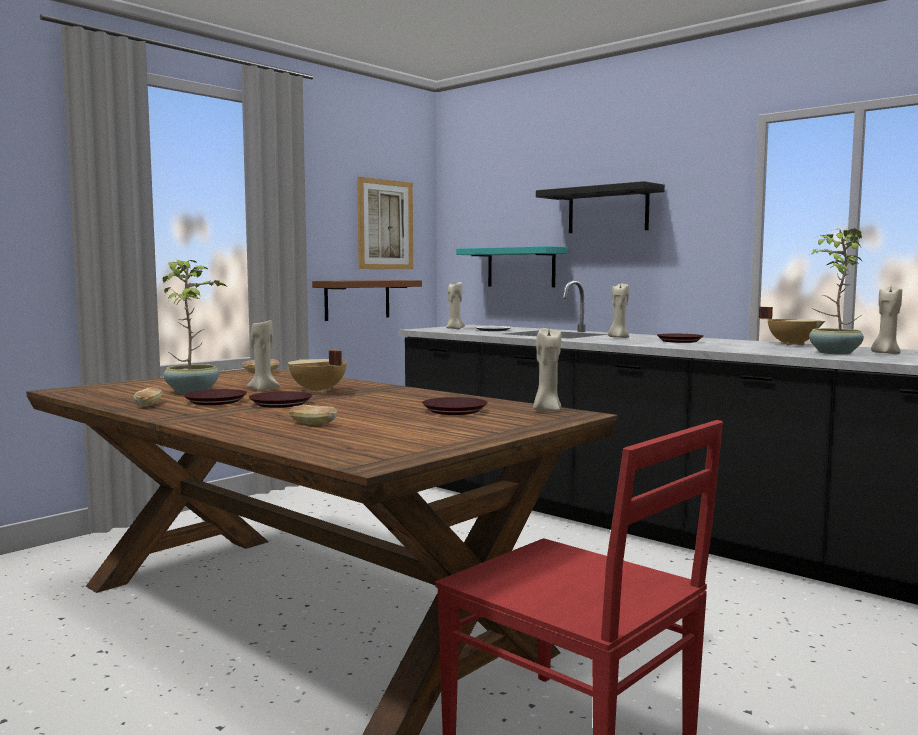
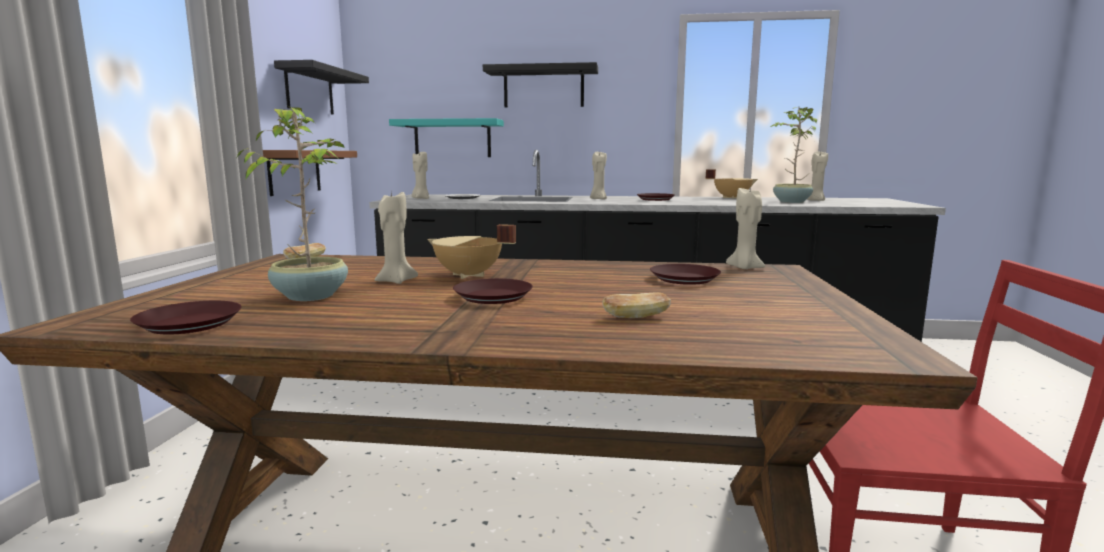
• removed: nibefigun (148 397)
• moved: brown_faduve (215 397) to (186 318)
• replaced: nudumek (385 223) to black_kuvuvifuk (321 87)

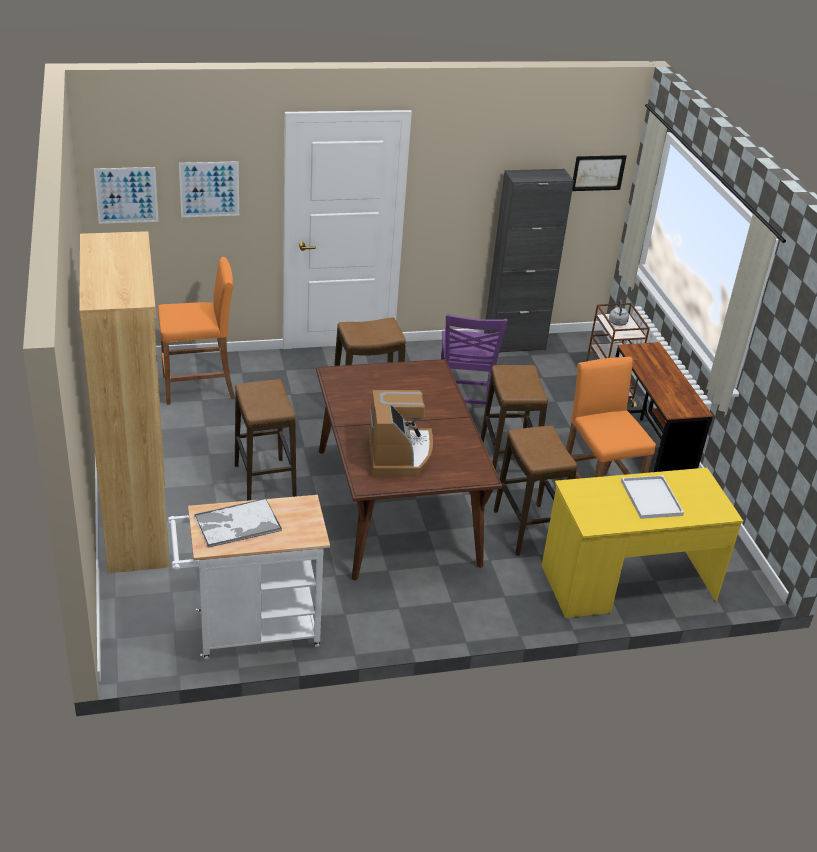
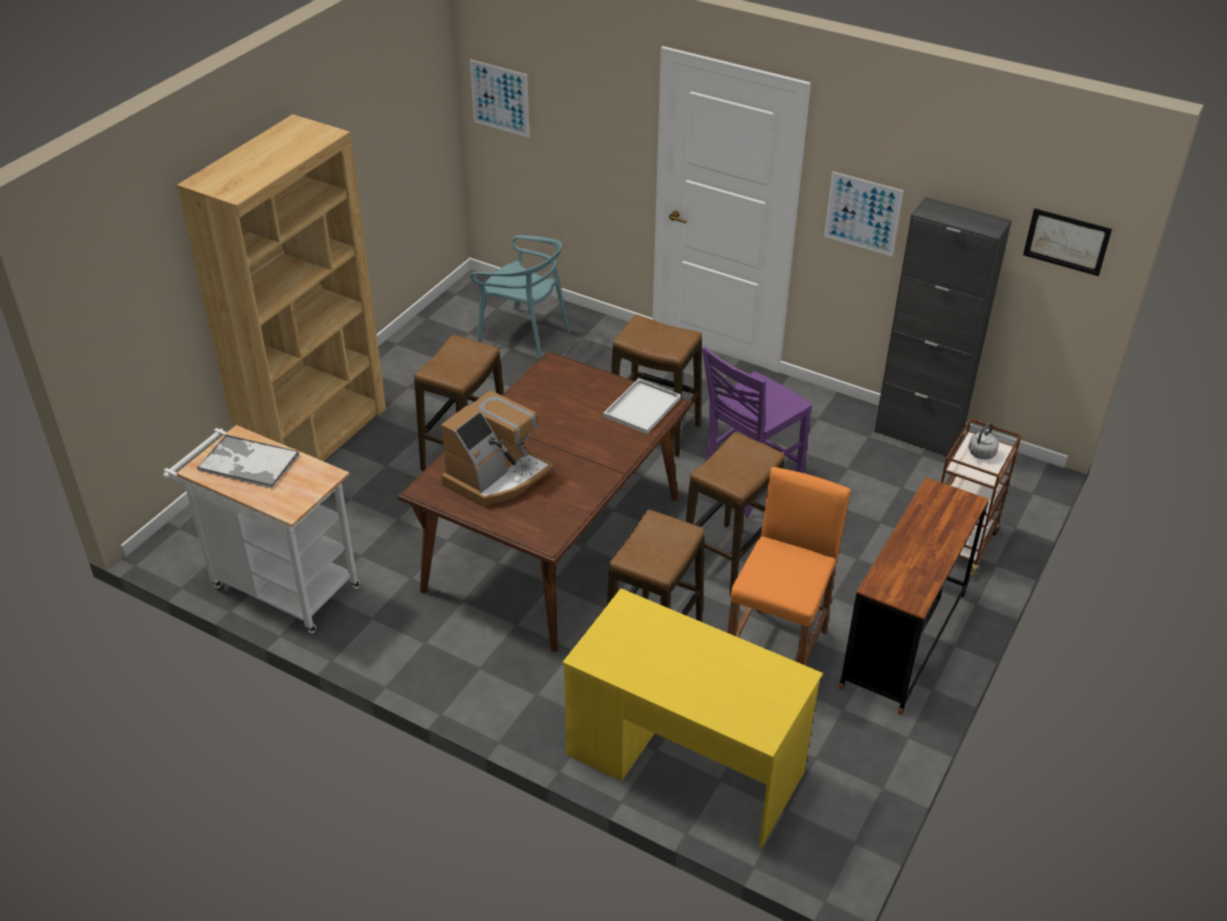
• moved: nudumek (209 189) to (863 213)
• moved: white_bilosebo (652 497) to (642 406)
• replaced: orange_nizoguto (196 331) to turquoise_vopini (520 297)

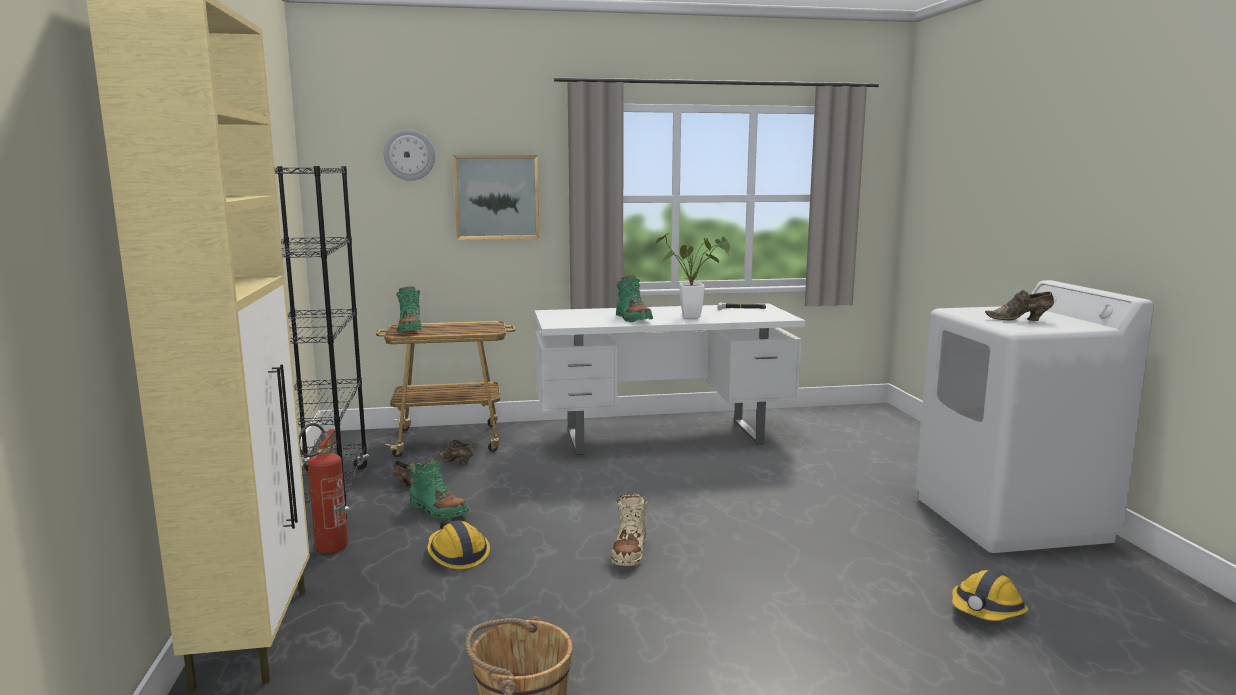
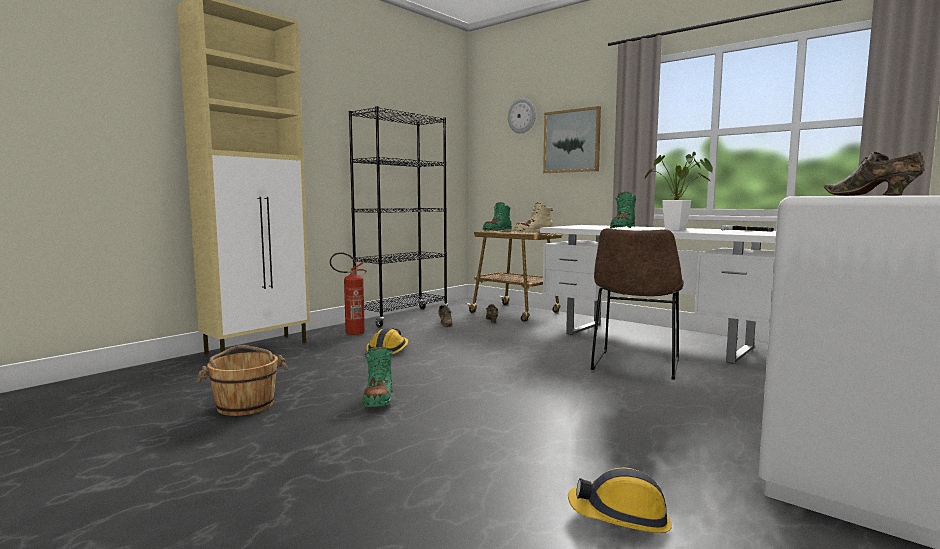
• added: brown_vopini (637 304)
• moved: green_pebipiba (438 489) to (377 377)
• moved: beige_pebipiba (629 529) to (533 217)

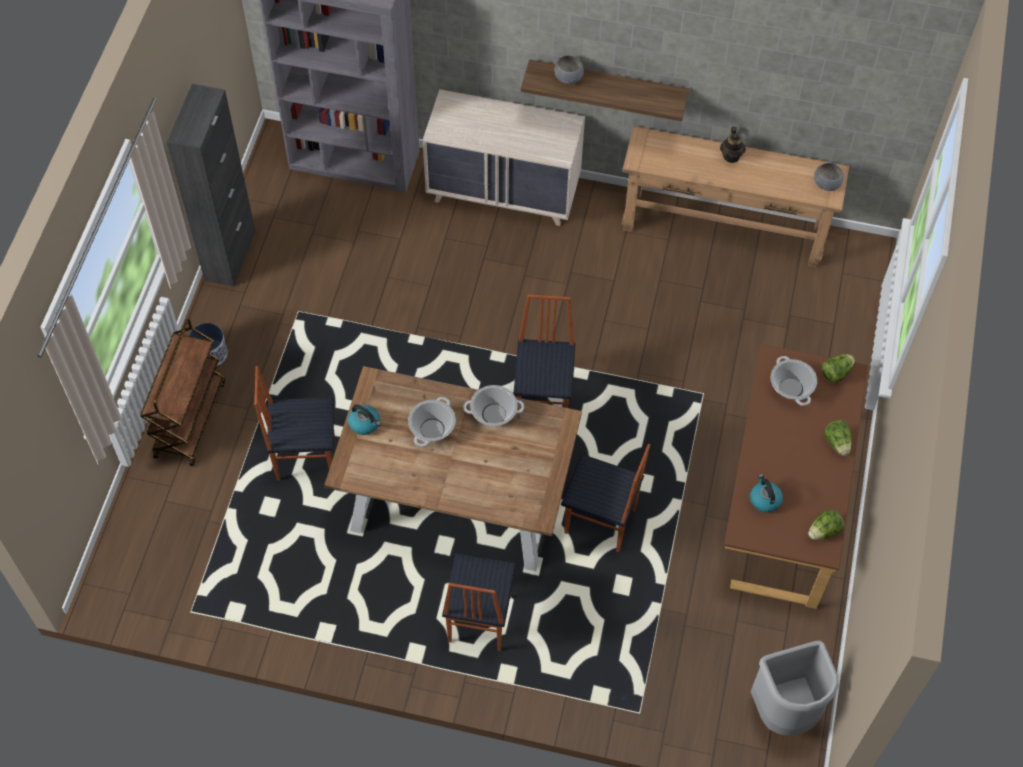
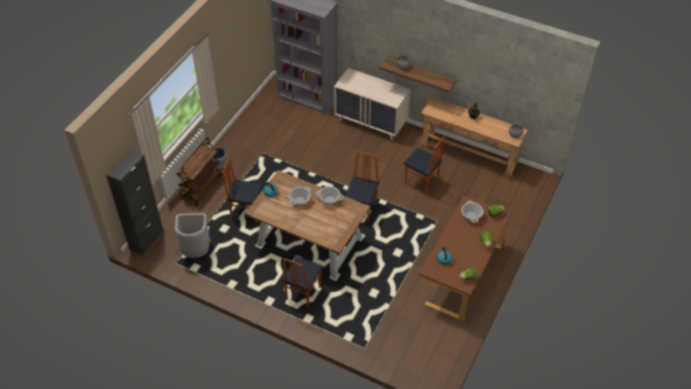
• moved: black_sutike (211 185) to (134 202)
• moved: vopini (605 498) to (423 166)
• moved: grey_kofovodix (795 688) to (192 235)

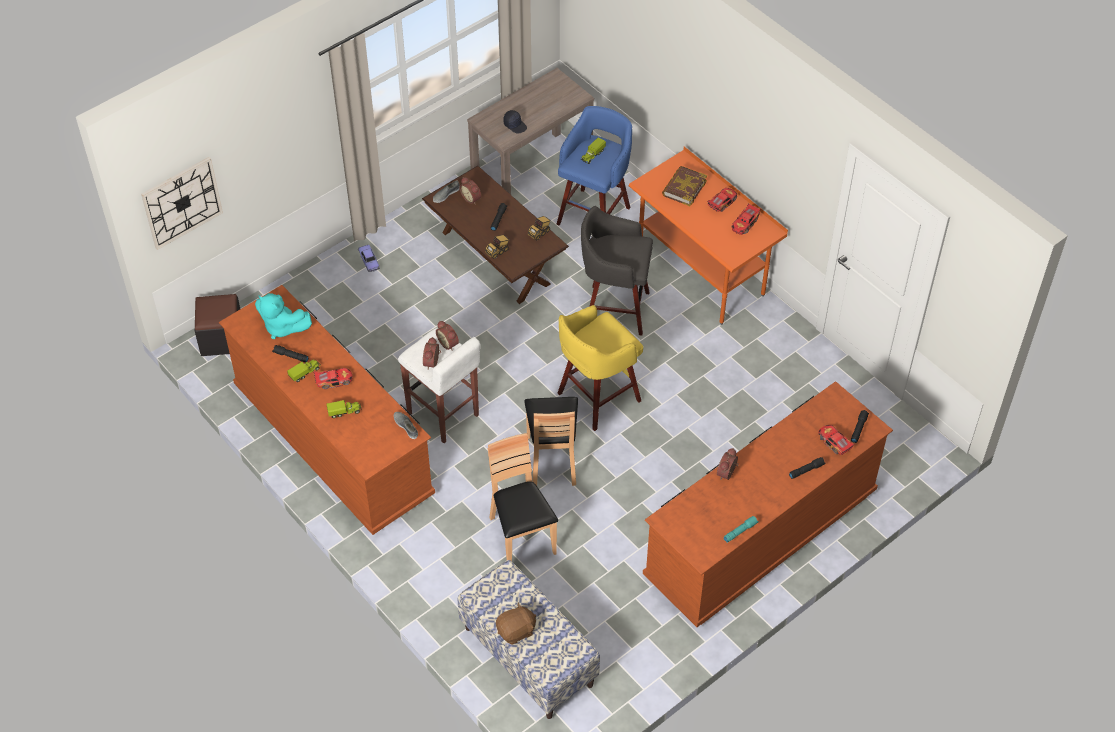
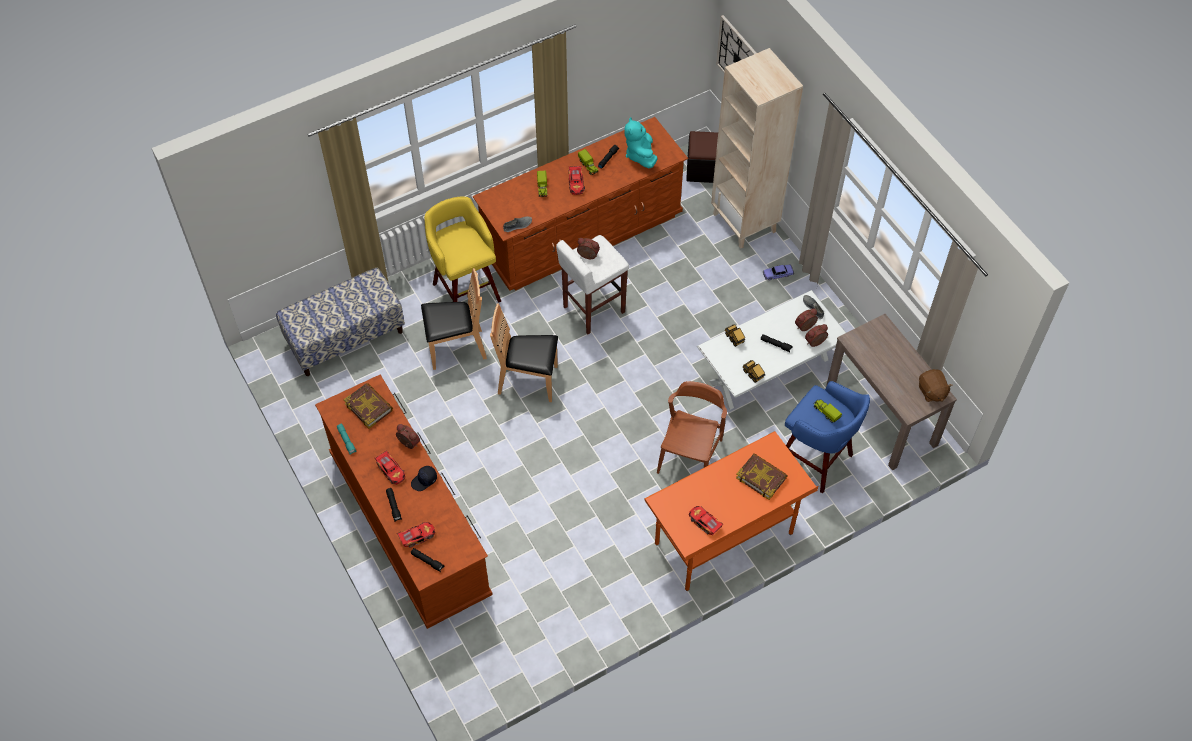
• added: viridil (368 406)
• added: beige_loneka (757 148)
• moved: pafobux (447 336) to (816 335)
• moved: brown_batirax (516 623) to (936 385)
• moved: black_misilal (515 122) to (424 478)
• moved: yellow_nizoguto (600 368) to (462 249)
• moved: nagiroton (722 200) to (389 467)
• replaced: grey_nizoguto (617 271) to brown_vopini (692 427)
• recoloured: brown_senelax (495 235) to white_senelax (771 350)
• turned: turquoise_batirax (283 316) = (640 142) 45 degrees counterclockwise

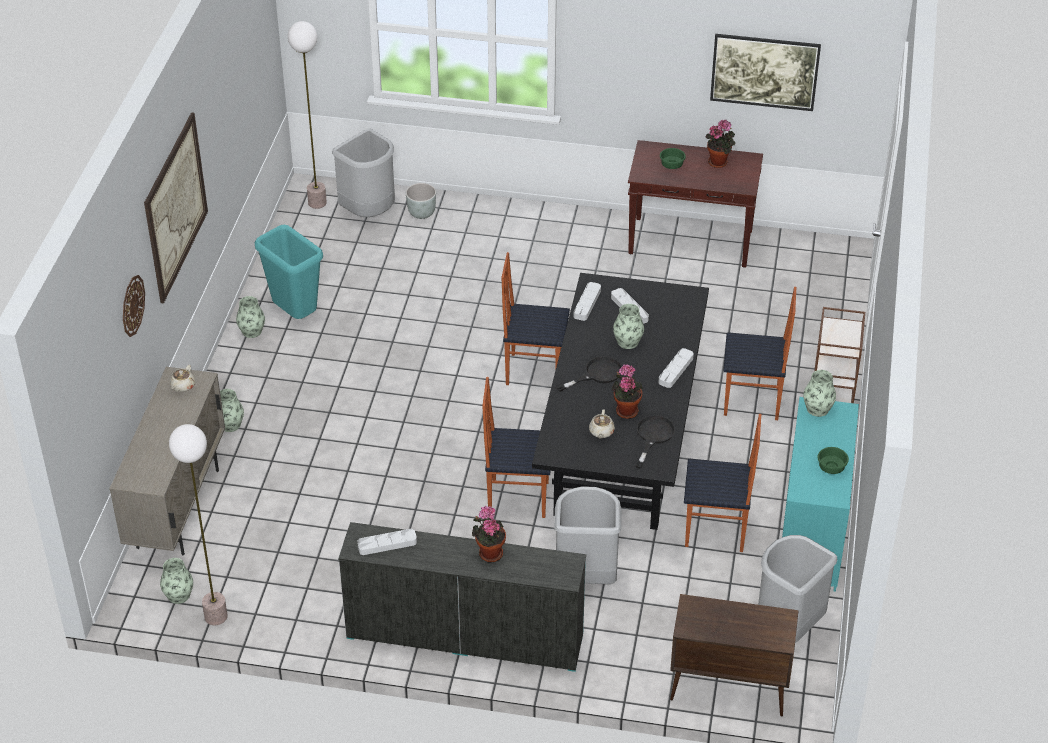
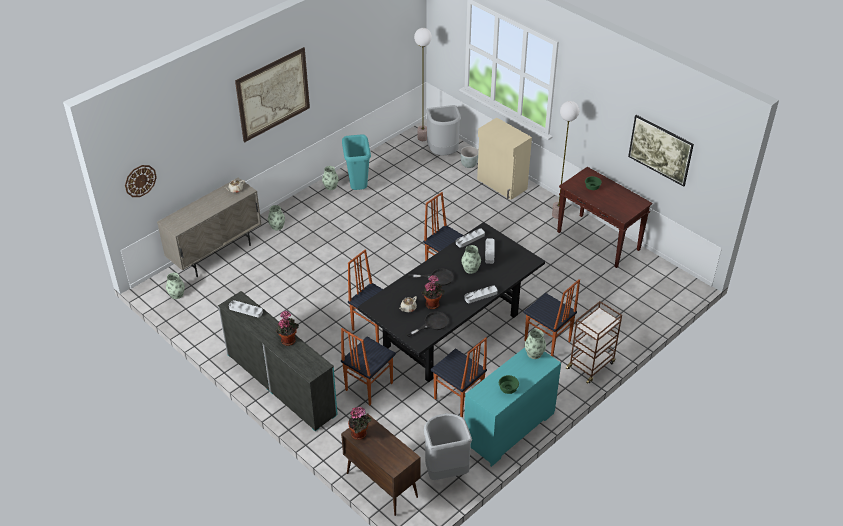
• added: beige_sutike (504 159)
• moved: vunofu (134 306) to (141 181)
• moved: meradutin (198 524) to (565 160)
• moved: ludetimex (720 144) to (359 423)
• replaced: grey_kofovodix (588 535) to vopini (368 366)

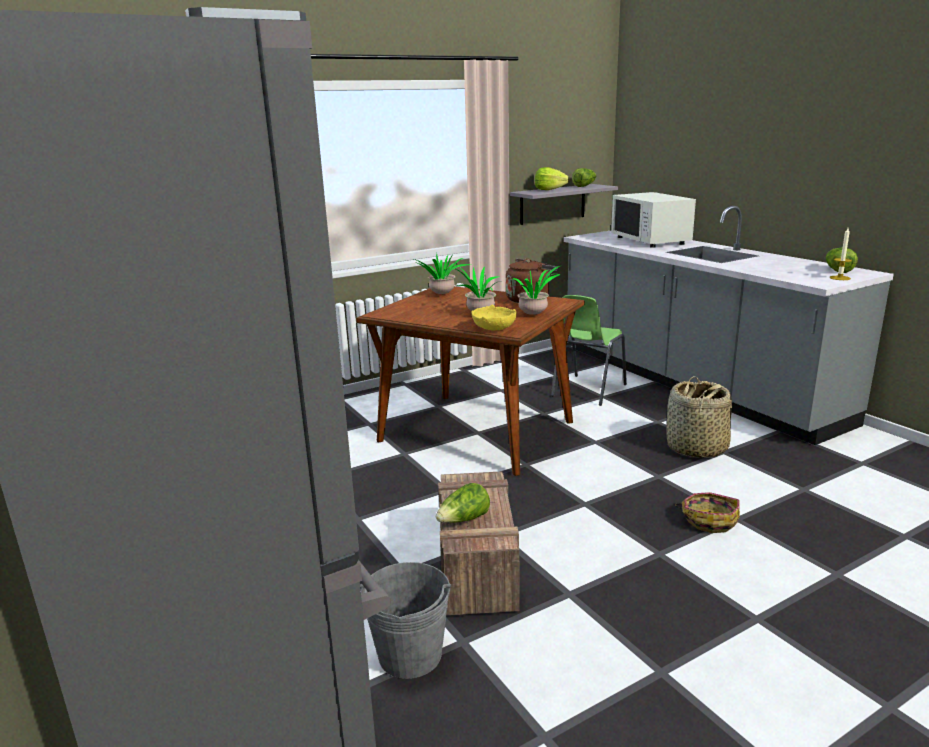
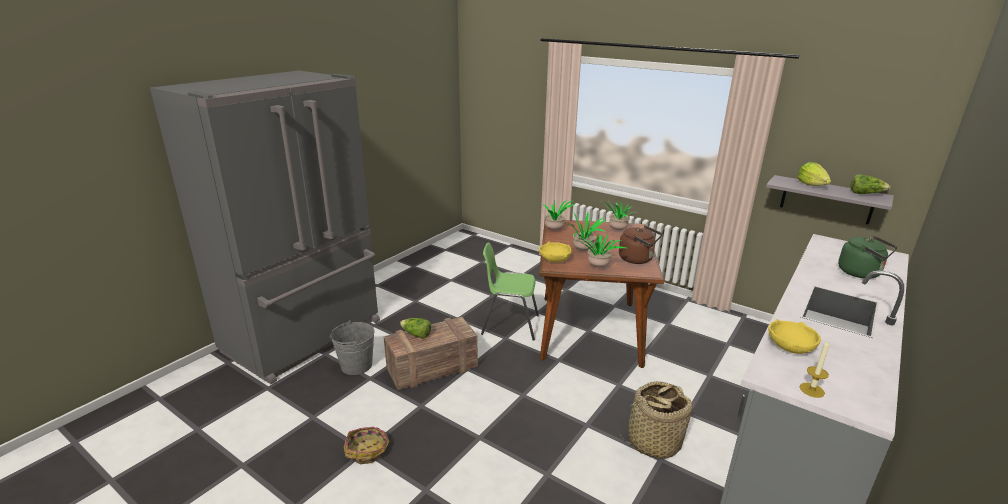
• removed: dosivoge (842 260)
• added: ludetimex (559 215)
• added: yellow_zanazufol (794 336)
• moved: green_vopini (589 350) to (510 291)
• moved: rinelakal (707 512) to (366 445)
• replaced: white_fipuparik (653 220) to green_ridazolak (867 257)

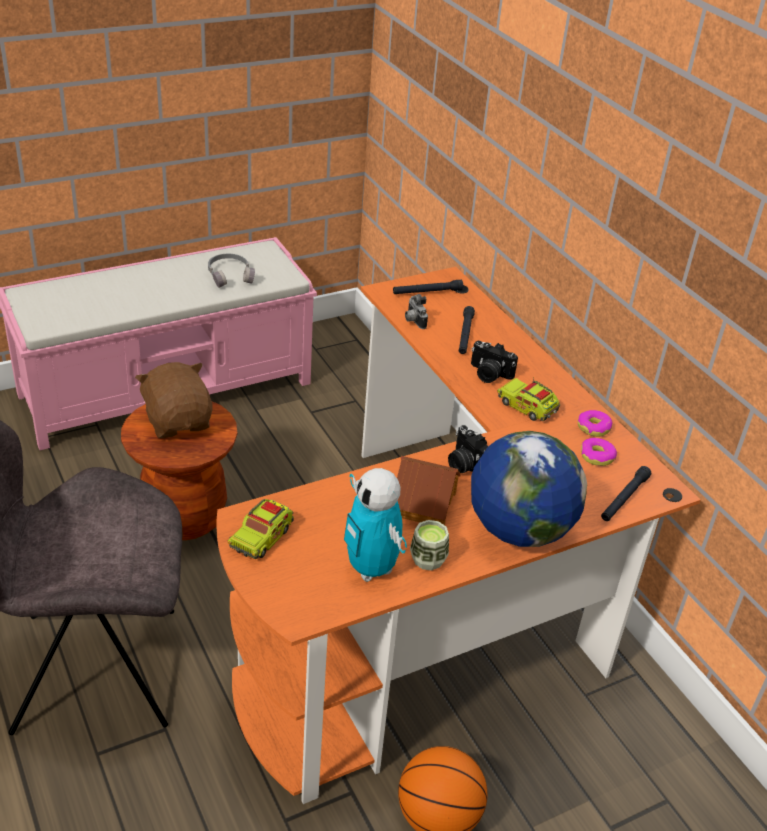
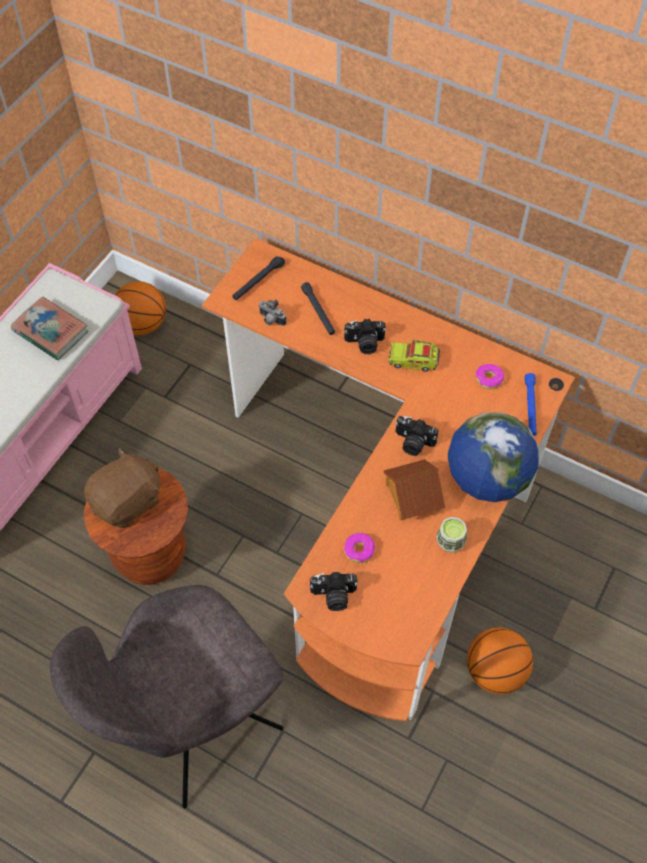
• removed: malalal (375 525)
• added: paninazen (140 308)
• moved: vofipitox (595 423) to (359 548)
• replaced: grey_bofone (231 271) to viridil (50 328)
• replaced: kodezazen (261 529) to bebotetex (334 591)
• recoloured: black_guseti (626 493) to blue_guseti (531 404)
• turned: brown_batirax (174 400) = (122 488) 105 degrees clockwise

